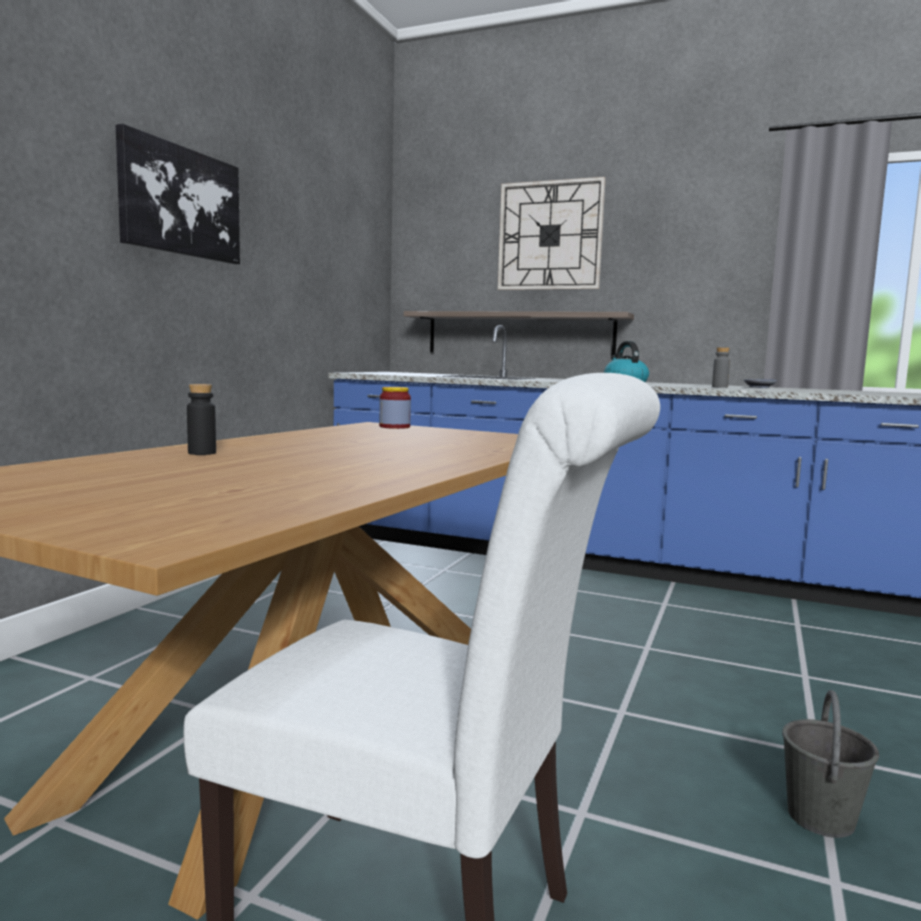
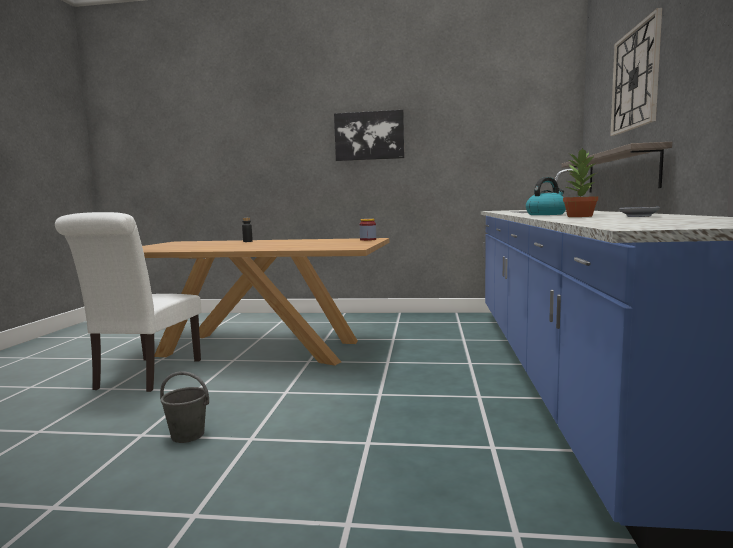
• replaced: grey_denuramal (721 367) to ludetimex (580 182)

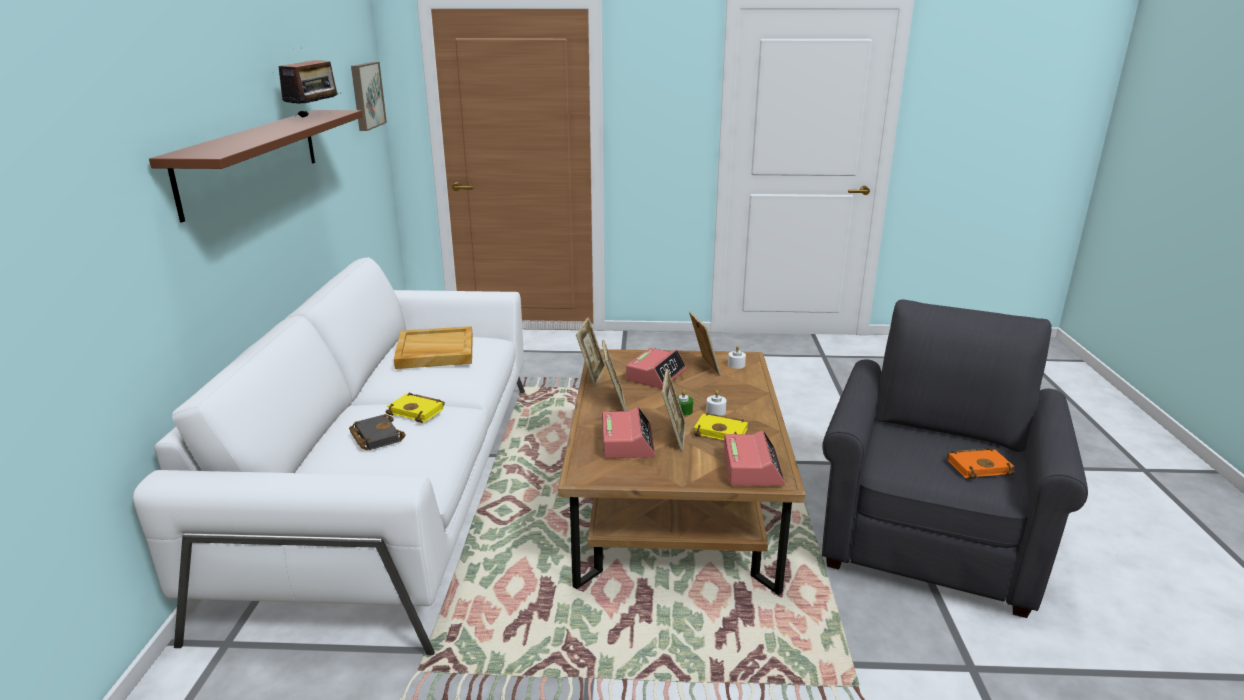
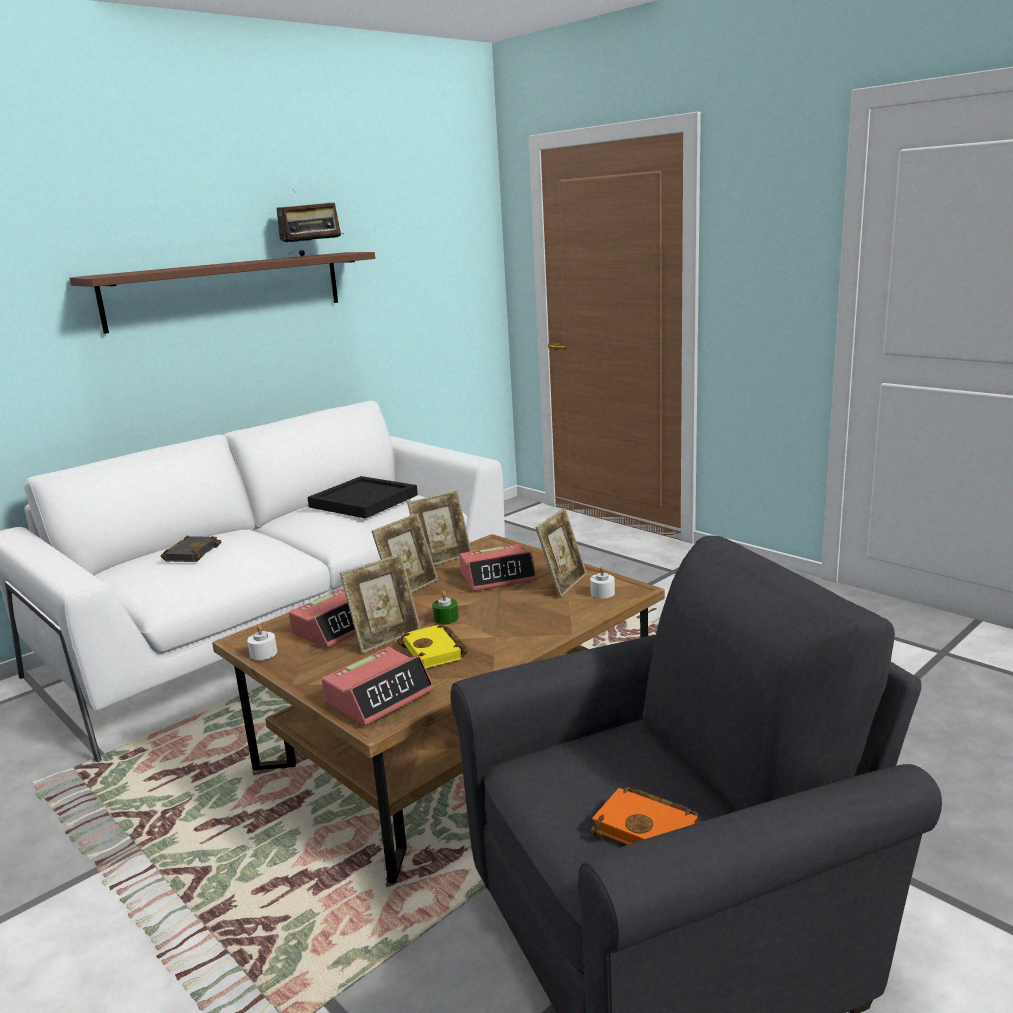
• removed: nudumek (369 96)
• removed: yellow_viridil (415 407)
• moved: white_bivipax (716 403) to (262 642)
• recoloured: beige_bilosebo (433 347) to black_bilosebo (362 497)

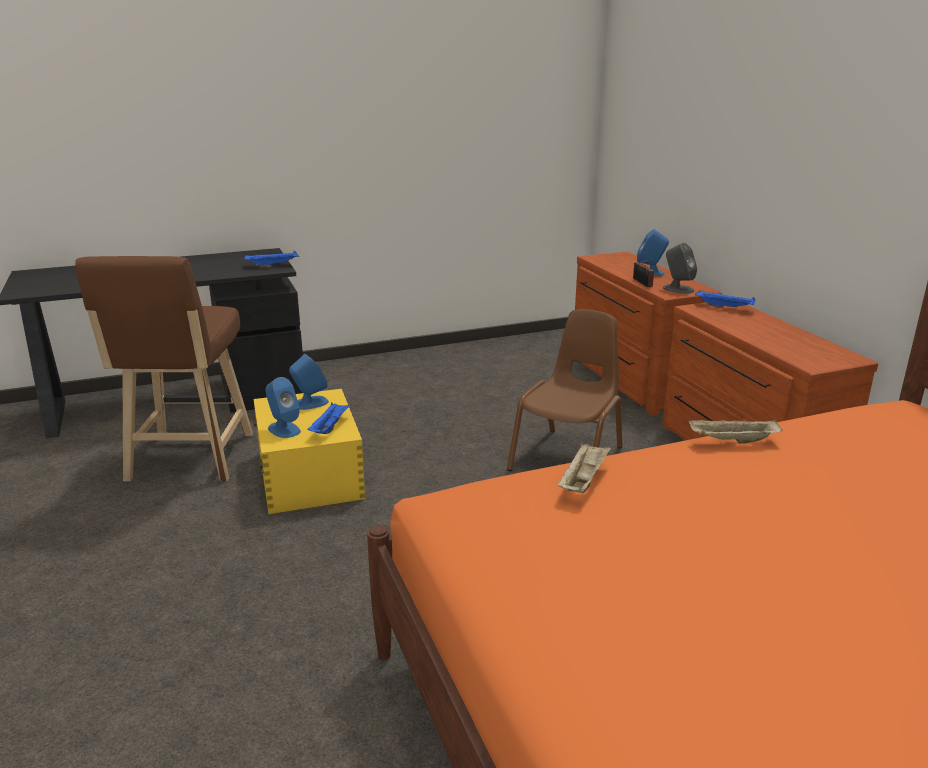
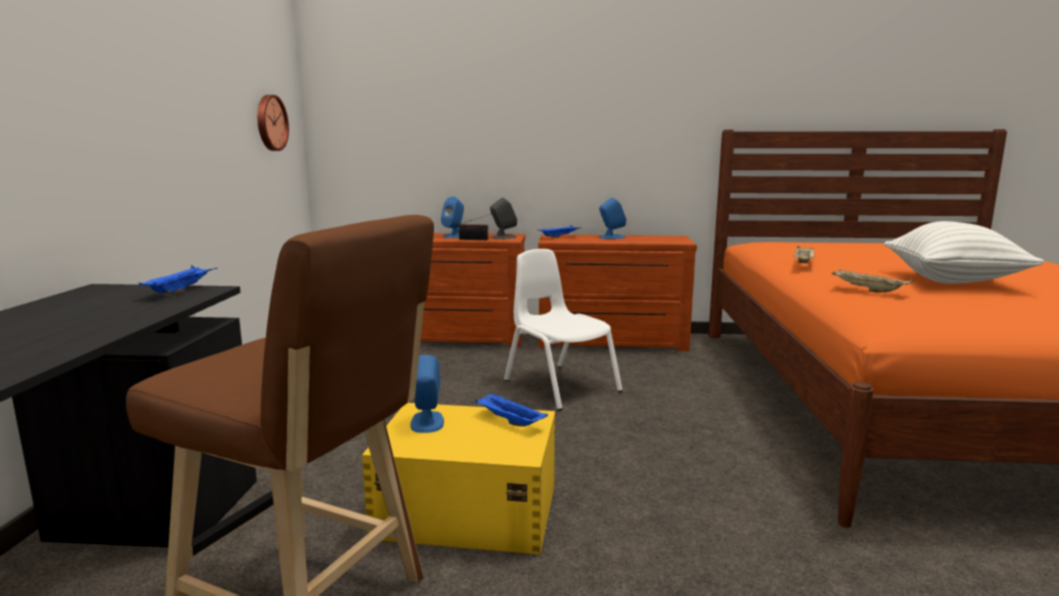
• added: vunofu (273 123)
• added: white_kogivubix (964 252)
• moved: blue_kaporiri (283 407) to (612 218)
• recoloured: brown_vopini (565 390) to white_vopini (563 329)

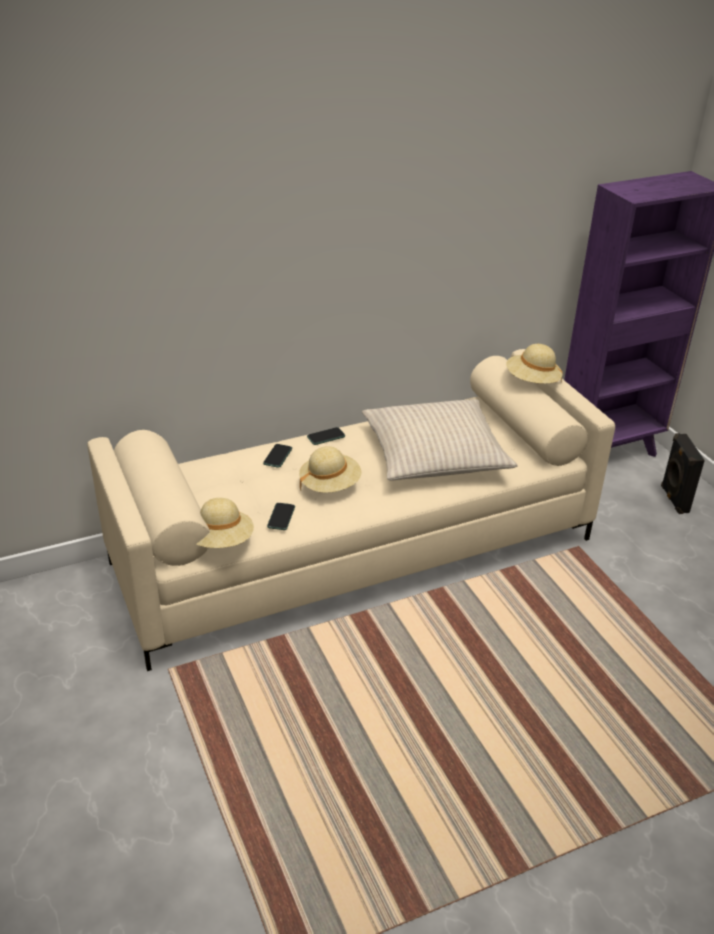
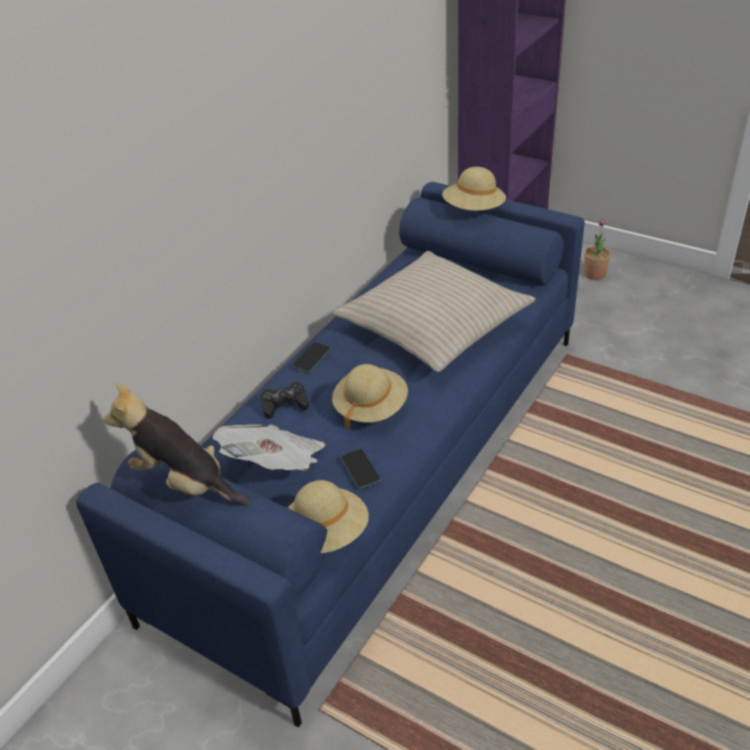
• added: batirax (178 444)
• added: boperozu (269 448)
• replaced: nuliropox (277 456) to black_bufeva (284 400)
• replaced: black_kaporiri (683 473) to ludetimex (597 249)
• recoloured: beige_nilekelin (351 510) to blue_nilekelin (330 455)

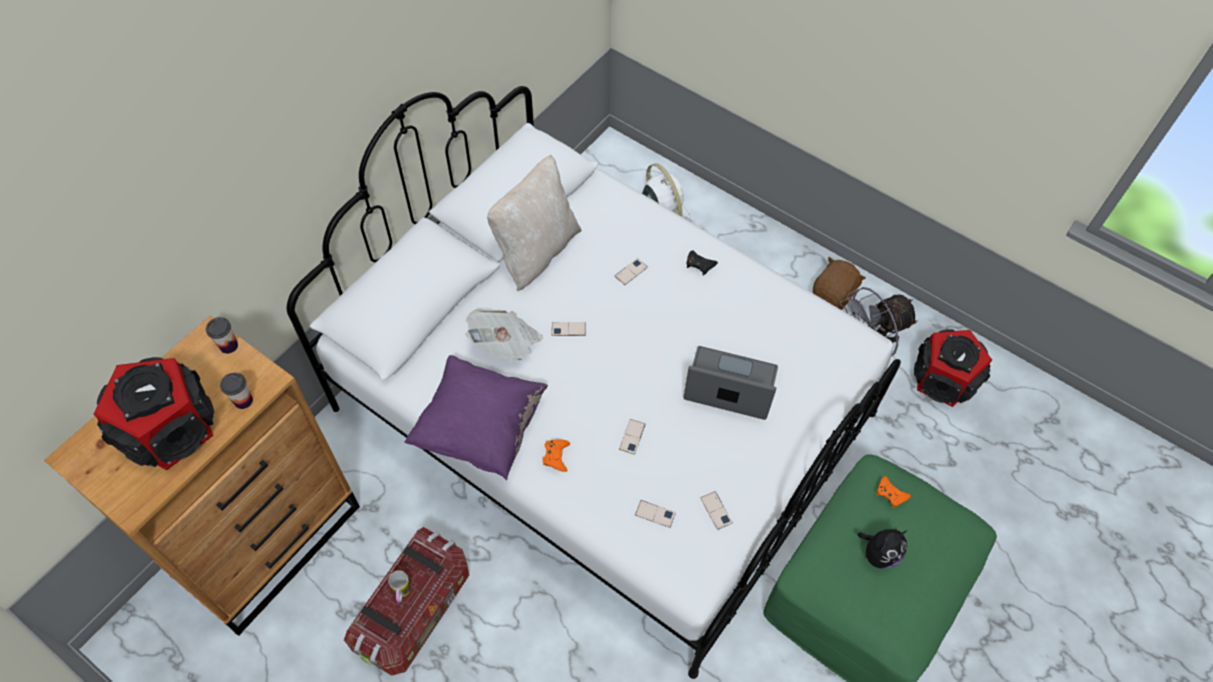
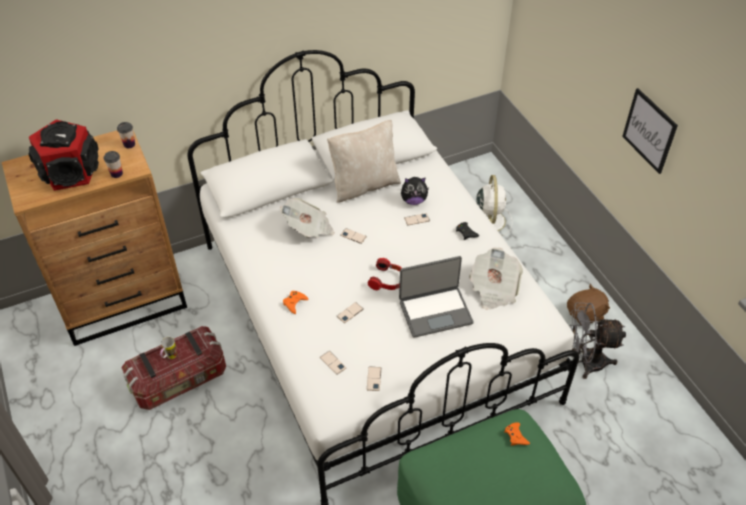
• removed: purple_kogivubix (476 417)
• removed: kaporiri (953 368)
• added: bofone (385 274)
• added: boperozu (496 279)
• added: nudumek (650 131)
• moved: batirax (882 548) to (415 191)
• turned: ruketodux (730 383) = (436 297) 120 degrees clockwise

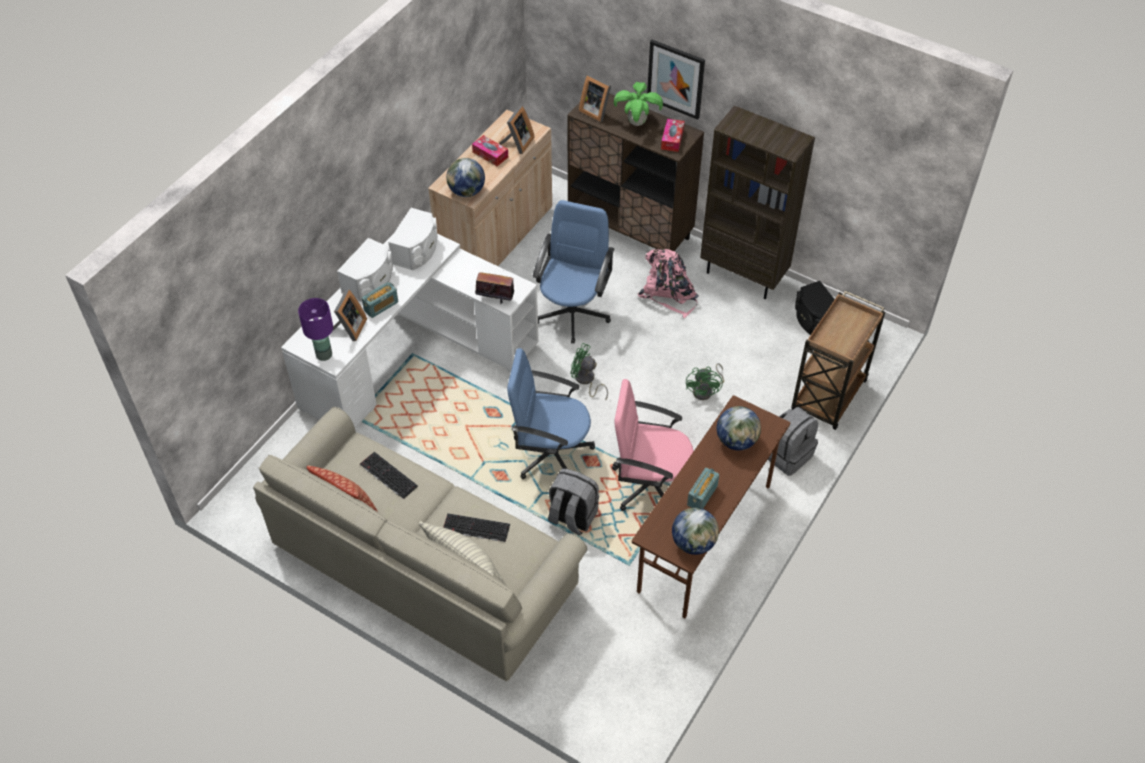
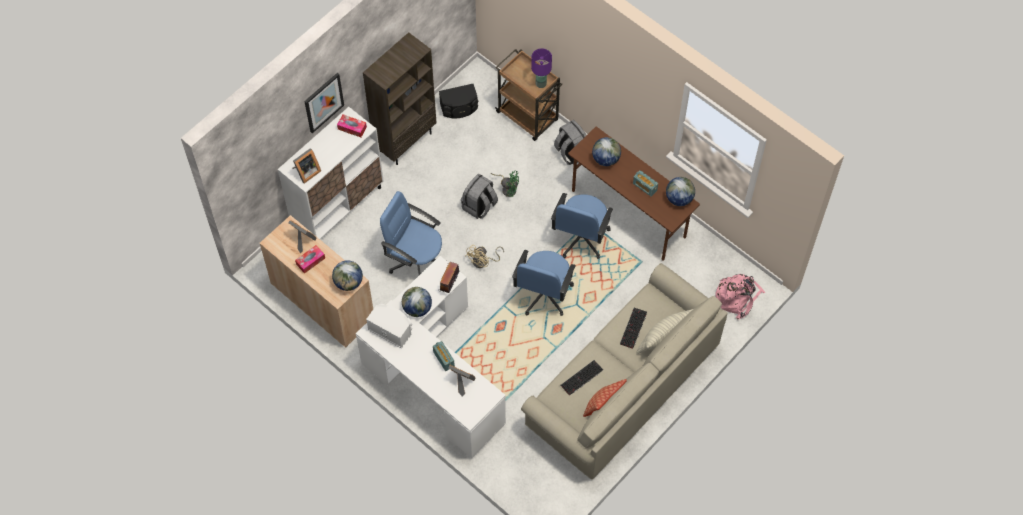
• removed: white_kaporiri (365 270)
• removed: ludetimex (638 104)
• added: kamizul (417 302)
• moved: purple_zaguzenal (315 329) to (541 68)
• moved: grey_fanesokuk (573 502) to (479 196)
• moved: pink_fanesokuk (668 283) to (740 297)
• recoloured: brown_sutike (635 172) to white_sutike (331 173)
• recoloured: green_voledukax (589 371) to beige_voledukax (485 256)
• recoloured: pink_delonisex (653 445) to blue_delonisex (582 226)

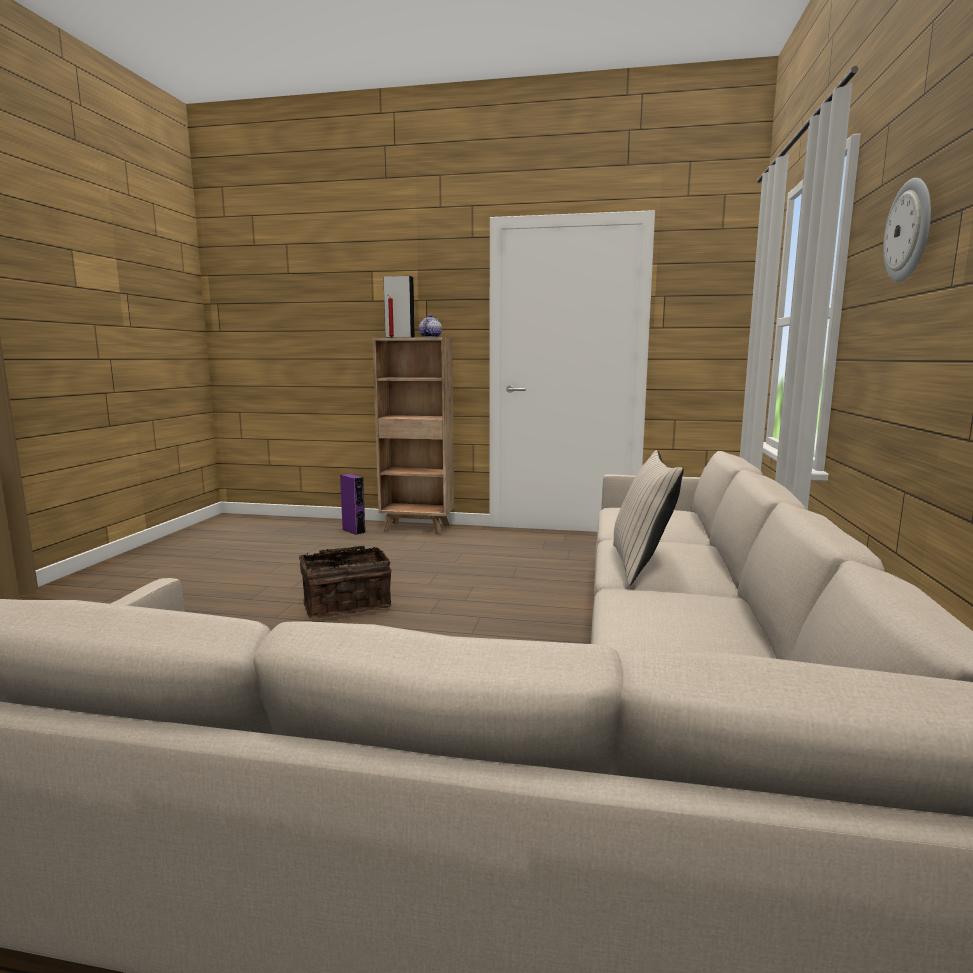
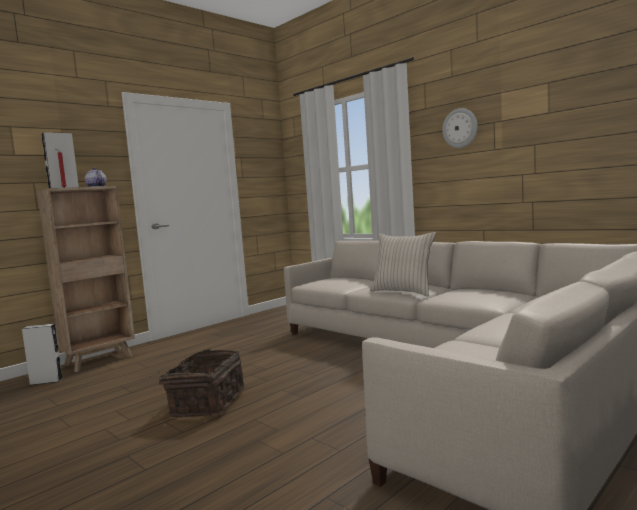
• recoloured: purple_kaporiri (352 504) to grey_kaporiri (42 354)

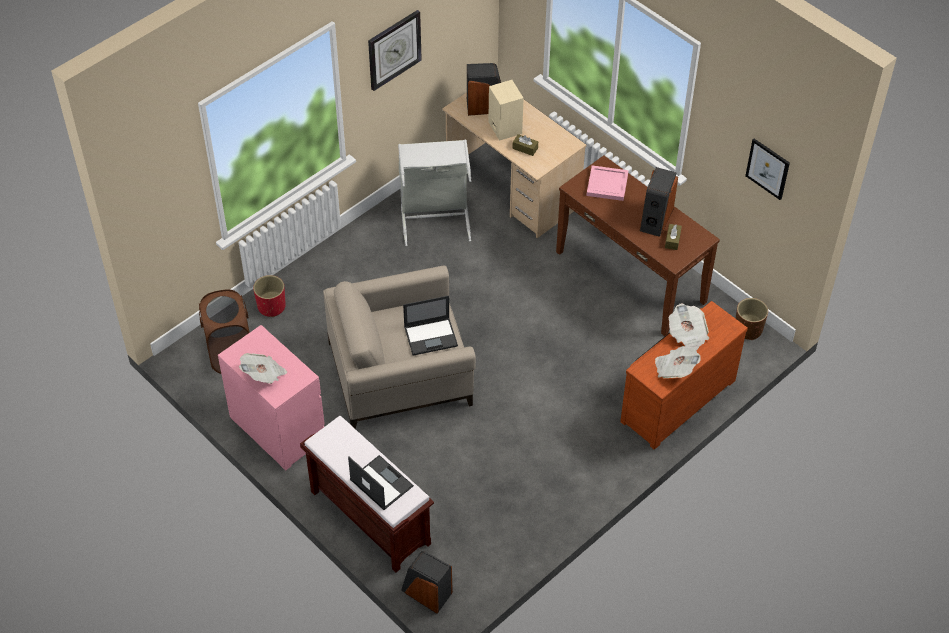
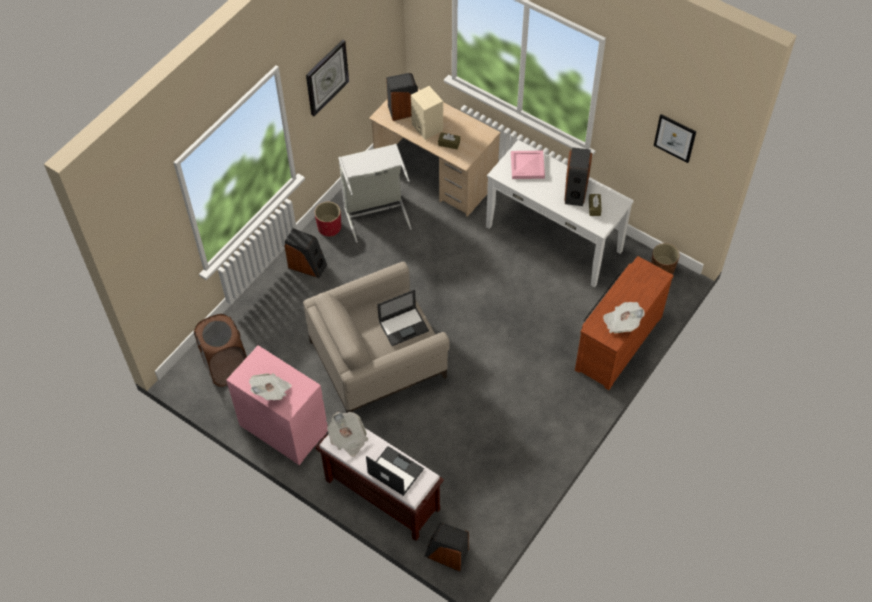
• added: kaporiri (306 253)
• moved: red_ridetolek (269 296) to (328 219)
• moved: boperozu (689 327) to (347 434)
• recoloured: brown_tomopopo (638 245) to white_tomopopo (560 213)

